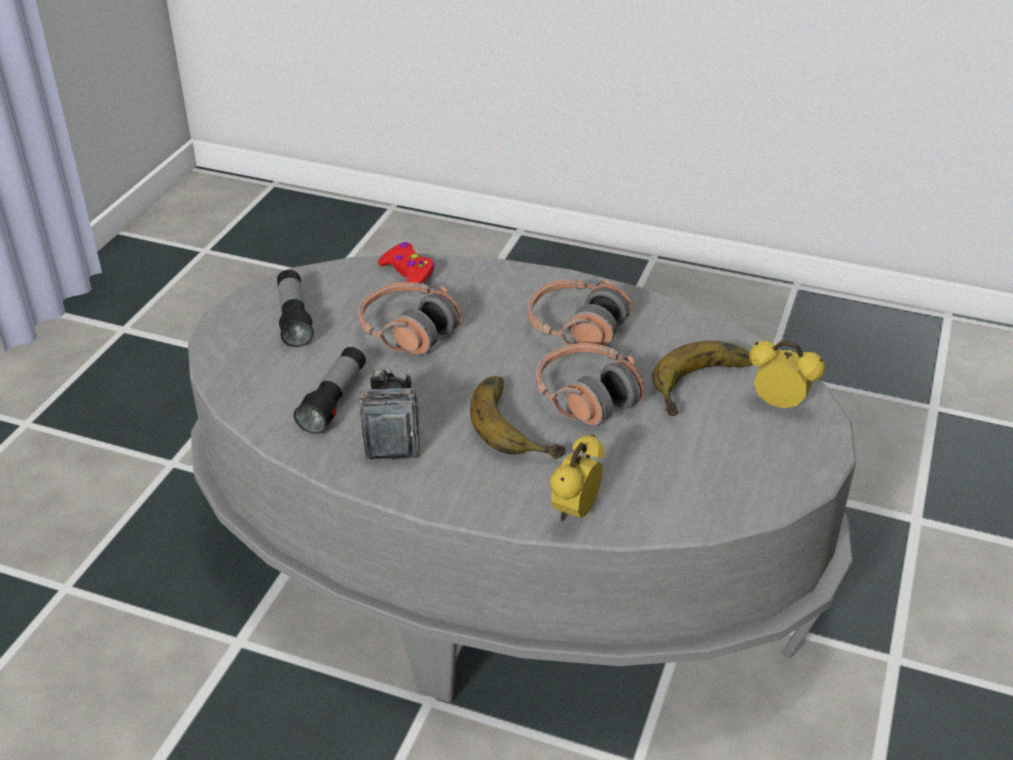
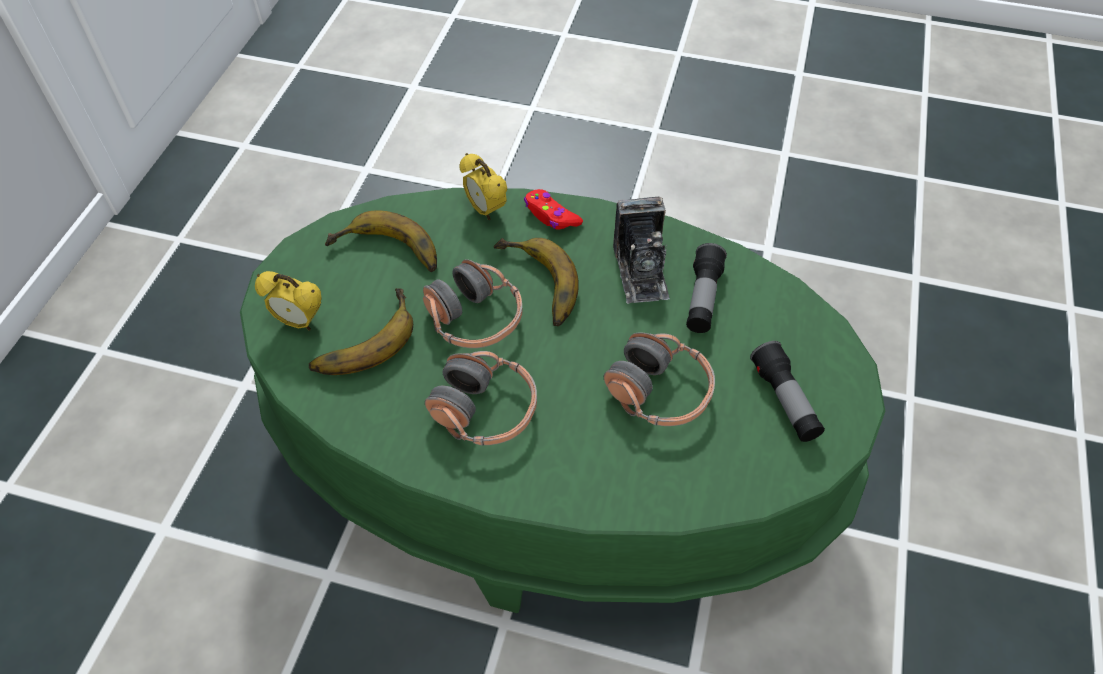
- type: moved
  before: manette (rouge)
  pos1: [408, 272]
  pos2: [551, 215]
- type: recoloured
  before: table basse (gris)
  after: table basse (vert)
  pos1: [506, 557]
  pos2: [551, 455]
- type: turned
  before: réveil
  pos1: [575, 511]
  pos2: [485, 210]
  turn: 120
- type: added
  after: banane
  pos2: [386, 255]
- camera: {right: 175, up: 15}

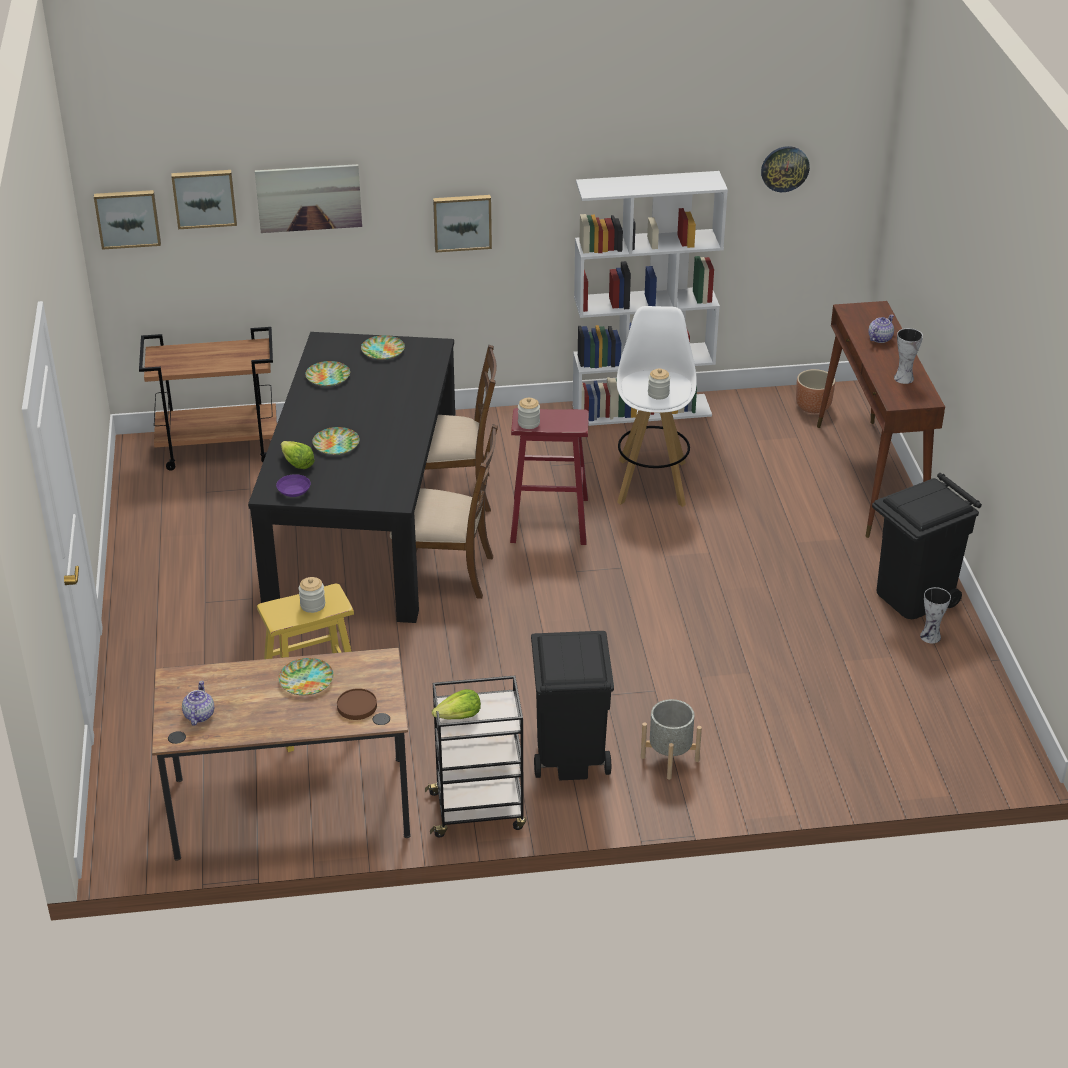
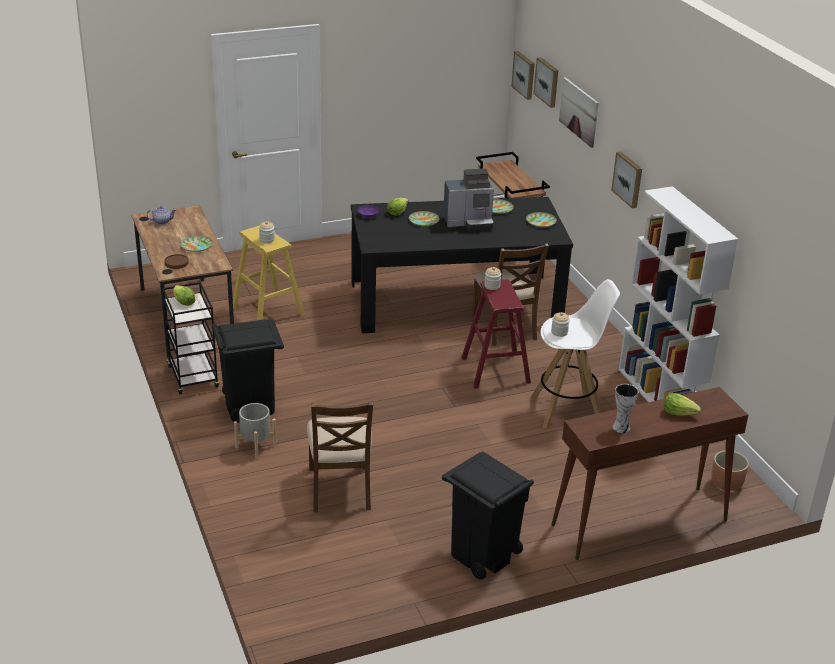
- type: removed
  before: horloge murale
  pos1: [784, 168]
- type: replaced
  before: théière
  after: laitue
  pos1: [879, 338]
  pos2: [679, 413]
- type: moved
  before: chaise (marron)
  pos1: [446, 573]
  pos2: [340, 488]
- type: removed
  before: vase
  pos1: [931, 637]
- type: added
  after: machine à café
  pos2: [469, 222]
- camera: {right: 75, up: -5}

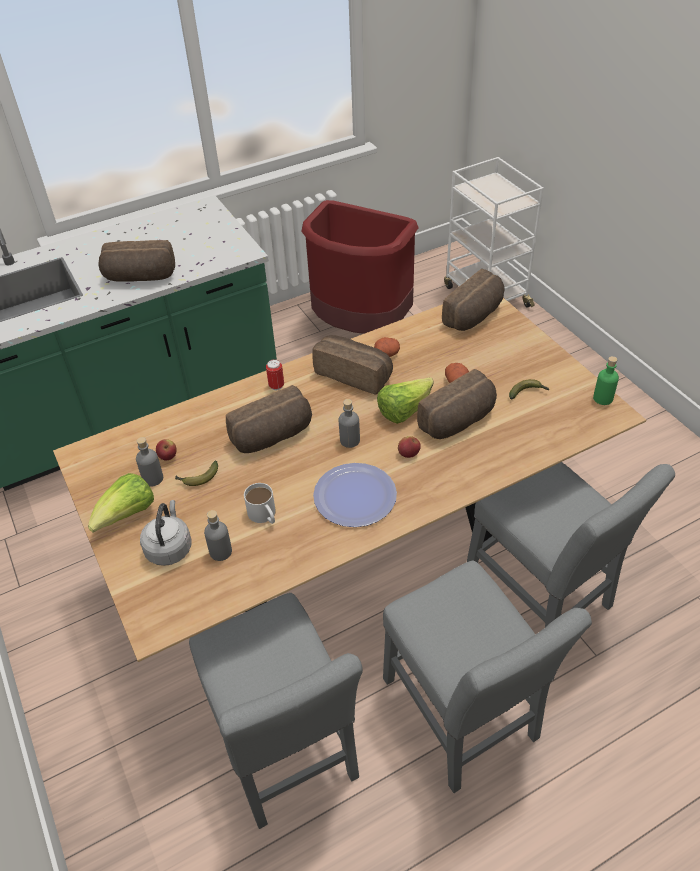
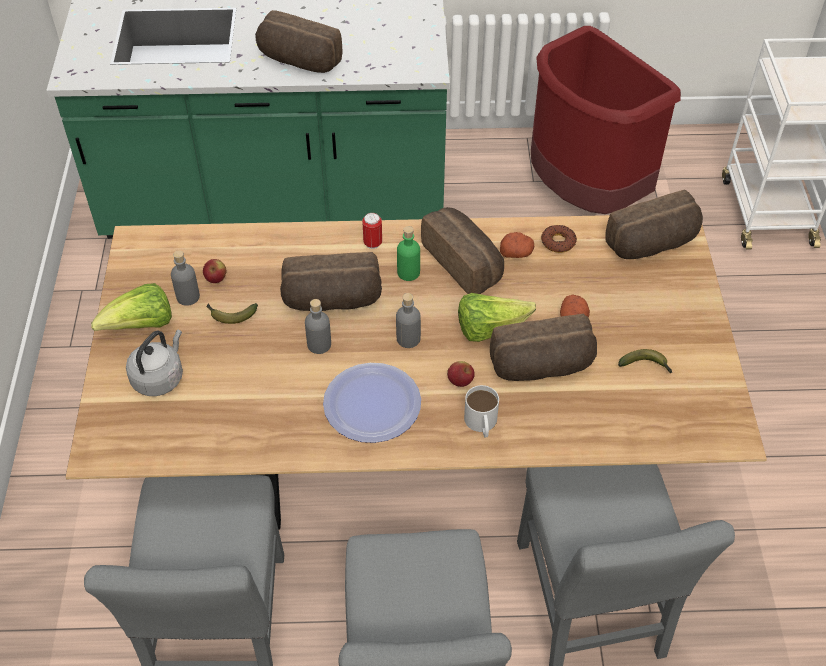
- type: moved
  before: bouteille (vert)
  pos1: [602, 398]
  pos2: [408, 272]
- type: moved
  before: mug (blanc)
  pos1: [264, 515]
  pos2: [481, 424]
- type: moved
  before: bouteille (gris)
  pos1: [221, 551]
  pos2: [319, 344]
- type: added
  after: beignet
  pos2: [558, 242]
- camera: {right: 25, up: 5}

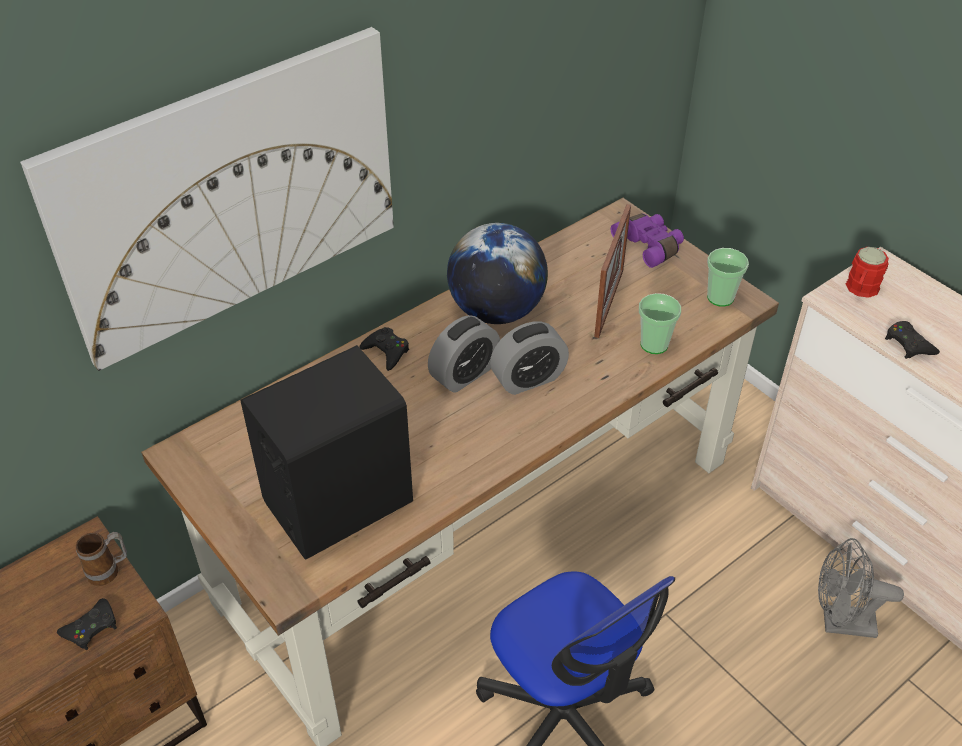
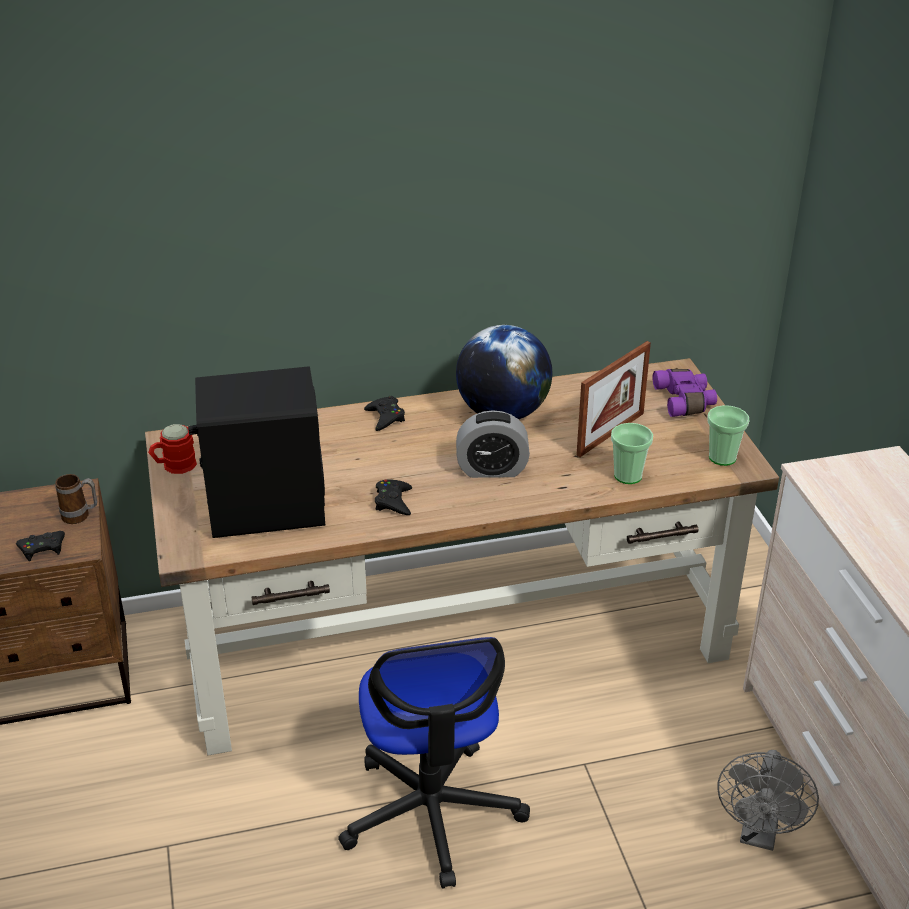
- type: removed
  before: tableau
  pos1: [230, 195]
- type: moved
  before: mug (rouge)
  pos1: [860, 290]
  pos2: [174, 466]
- type: removed
  before: réveil
  pos1: [464, 374]
- type: moved
  before: manette (noir)
  pos1: [909, 344]
  pos2: [393, 501]
- type: turned
  before: ventilateur (gris)
  pos1: [839, 623]
  pos2: [759, 834]
  turn: -105
- camera: {right: 25, up: -10}

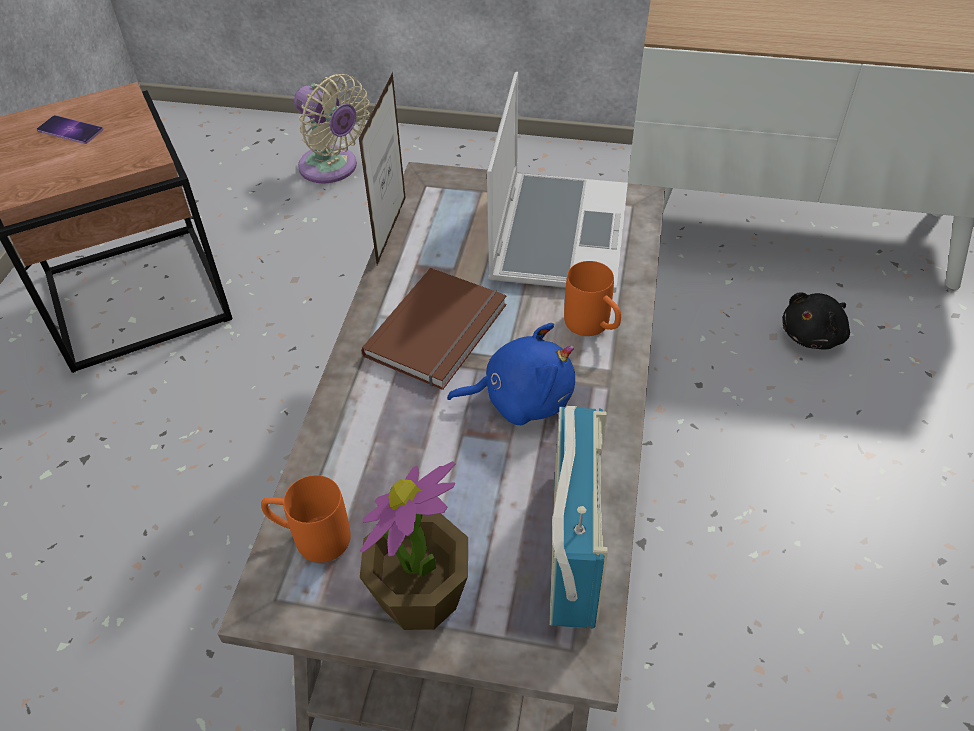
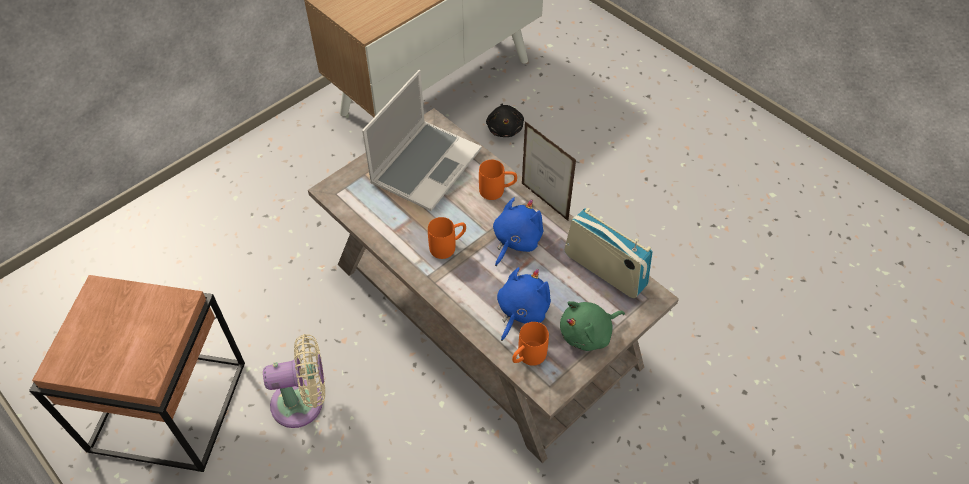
- type: moved
  before: cadre photo
  pos1: [391, 230]
  pos2: [544, 201]
- type: turned
  before: ordinateur portable
  pos1: [557, 233]
  pos2: [425, 165]
  turn: 75
- type: moved
  before: ventilateur (beige)
  pos1: [332, 168]
  pos2: [303, 402]
- type: removed
  before: téléphone
  pos1: [70, 130]
- type: replaced
  before: livre (marron)
  after: mug (orange)
  pos1: [440, 331]
  pos2: [448, 246]
- type: replaced
  before: plante en pot
  after: peluche (vert)
  pos1: [420, 597]
  pos2: [588, 333]
- type: added
  after: peluche (bleu)
  pos2: [521, 311]
- camera: {right: -55, up: 5}

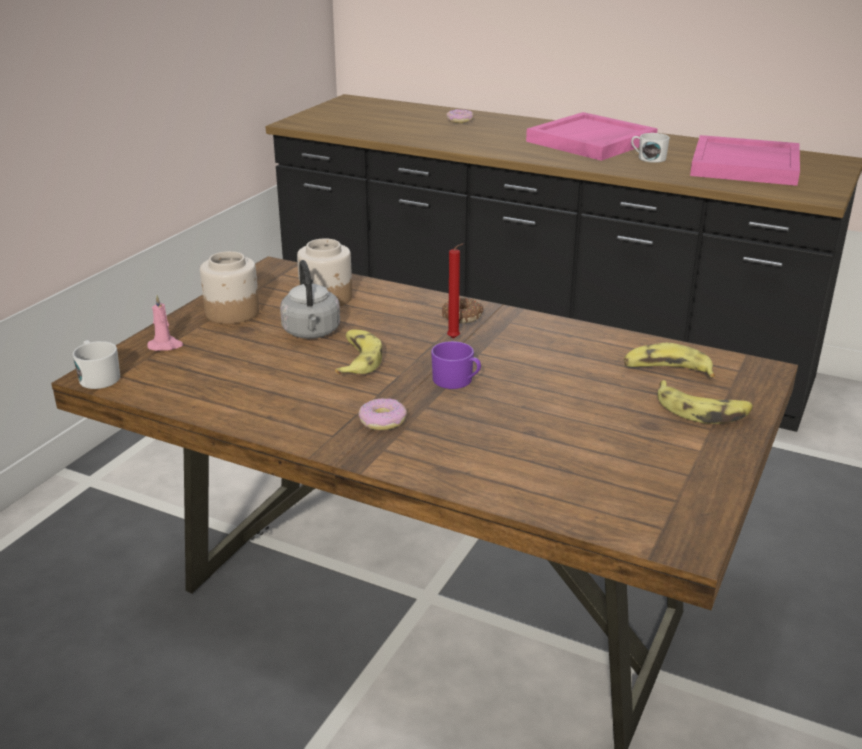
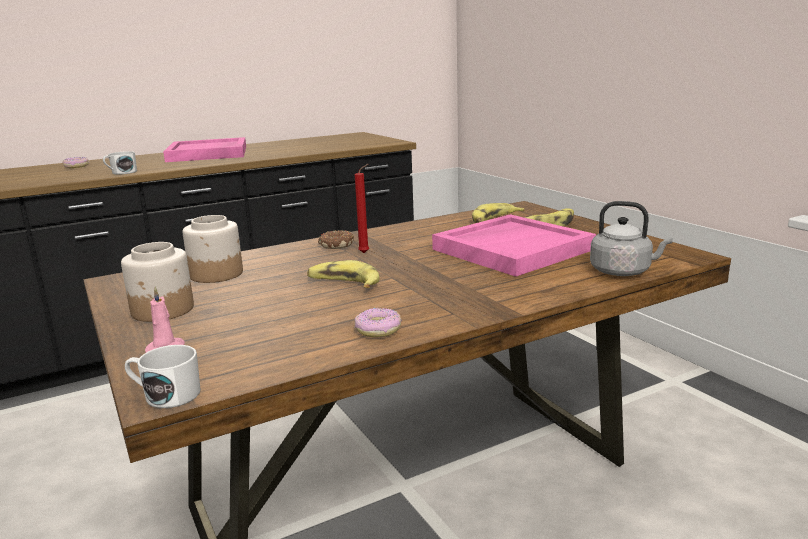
- type: moved
  before: mug (blanc)
  pos1: [648, 158]
  pos2: [121, 172]
- type: moved
  before: plateau (rose)
  pos1: [746, 165]
  pos2: [512, 249]
- type: moved
  before: bouilloire (gris)
  pos1: [312, 333]
  pos2: [623, 272]
- type: removed
  before: mug (violet)
  pos1: [457, 381]
- type: moved
  before: beignet
  pos1: [382, 420]
  pos2: [378, 330]
- camera: {right: -55, up: -10}

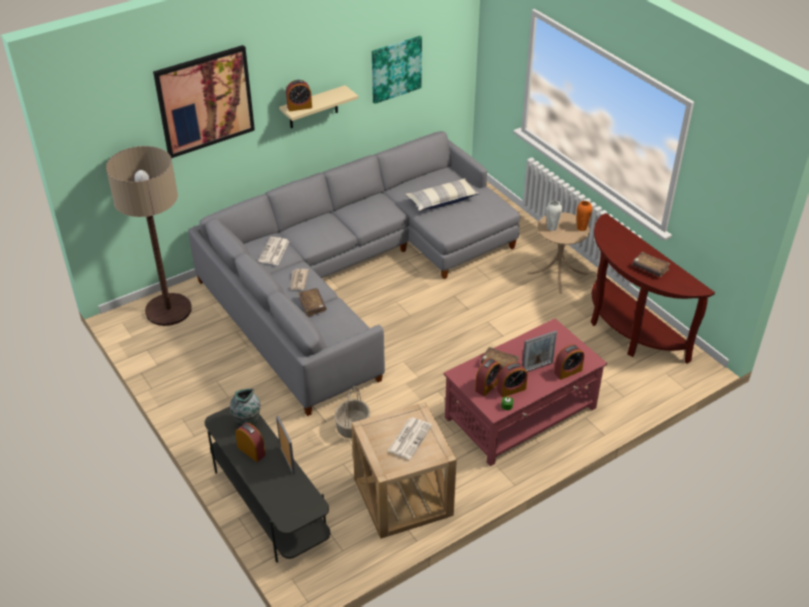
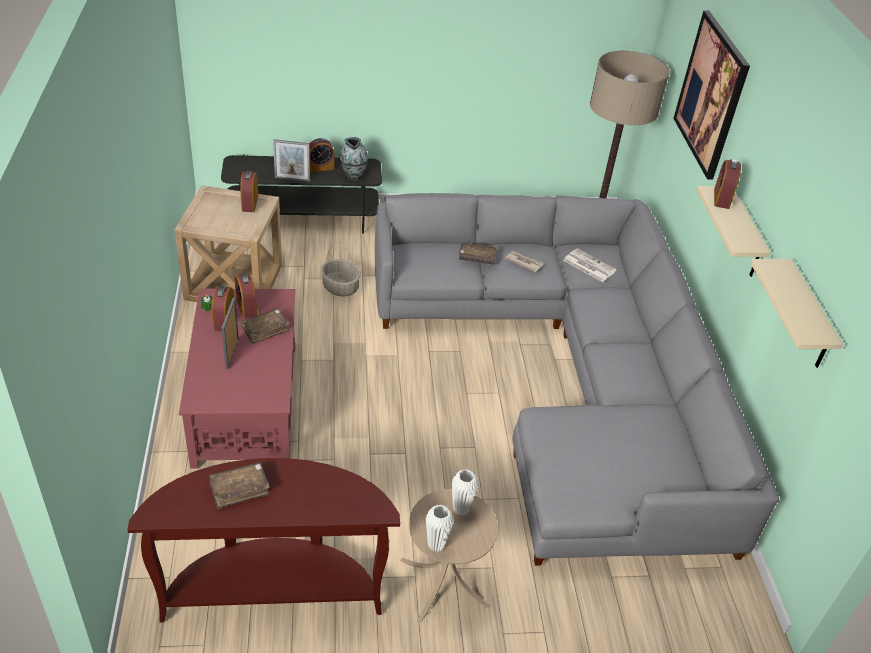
- type: replaced
  before: tableau
  after: étagère (beige)
  pos1: [395, 69]
  pos2: [807, 317]
- type: removed
  before: coussin
  pos1: [442, 200]
- type: recoloured
  before: vase (orange)
  after: vase (blanc)
  pos1: [581, 228]
  pos2: [436, 545]
- type: moved
  before: réveil
  pos1: [568, 371]
  pos2: [250, 203]
- type: removed
  before: journal
  pos1: [410, 438]
- camera: {right: 115, up: 0}

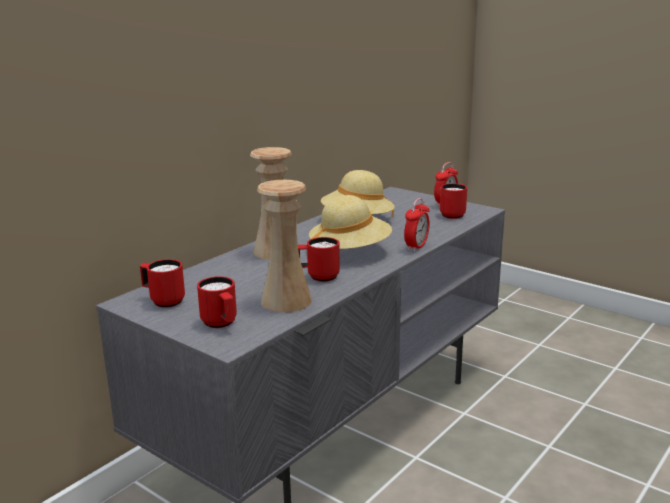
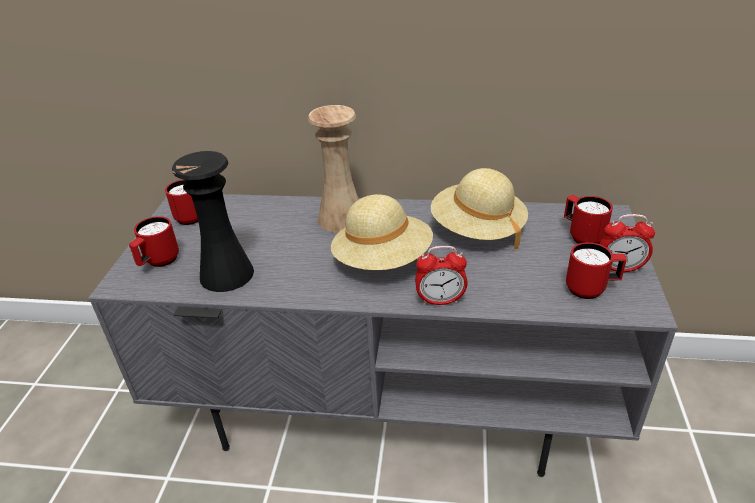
- type: recoloured
  before: vase (beige)
  after: vase (noir)
  pos1: [286, 301]
  pos2: [226, 274]
- type: moved
  before: mug (rouge)
  pos1: [318, 277]
  pos2: [581, 236]
- camera: {right: 60, up: 15}

